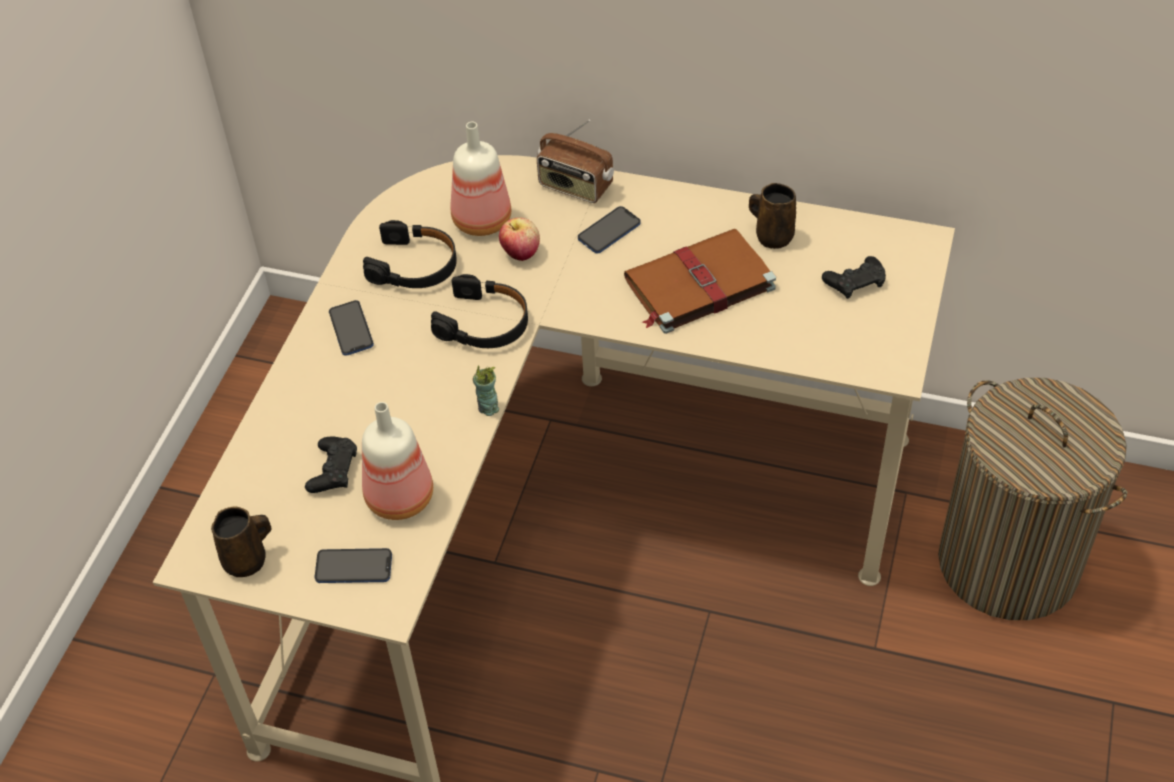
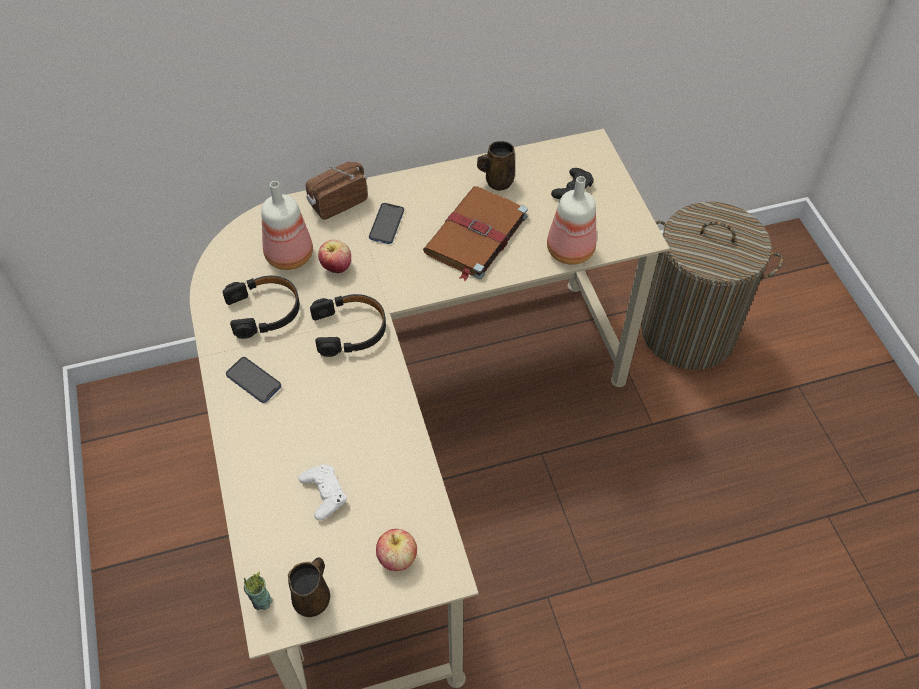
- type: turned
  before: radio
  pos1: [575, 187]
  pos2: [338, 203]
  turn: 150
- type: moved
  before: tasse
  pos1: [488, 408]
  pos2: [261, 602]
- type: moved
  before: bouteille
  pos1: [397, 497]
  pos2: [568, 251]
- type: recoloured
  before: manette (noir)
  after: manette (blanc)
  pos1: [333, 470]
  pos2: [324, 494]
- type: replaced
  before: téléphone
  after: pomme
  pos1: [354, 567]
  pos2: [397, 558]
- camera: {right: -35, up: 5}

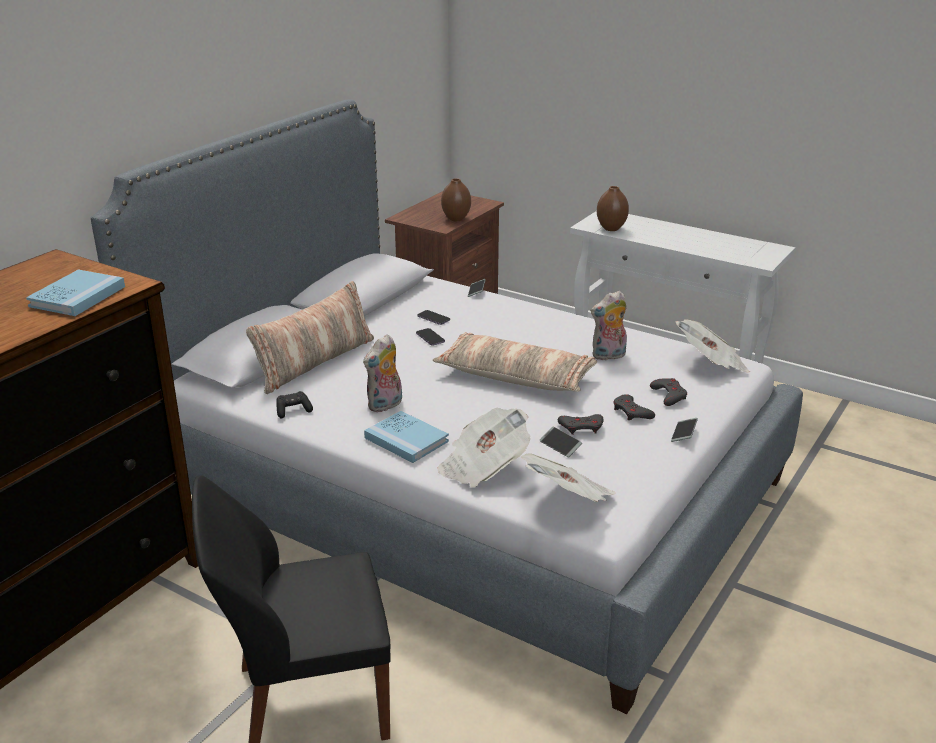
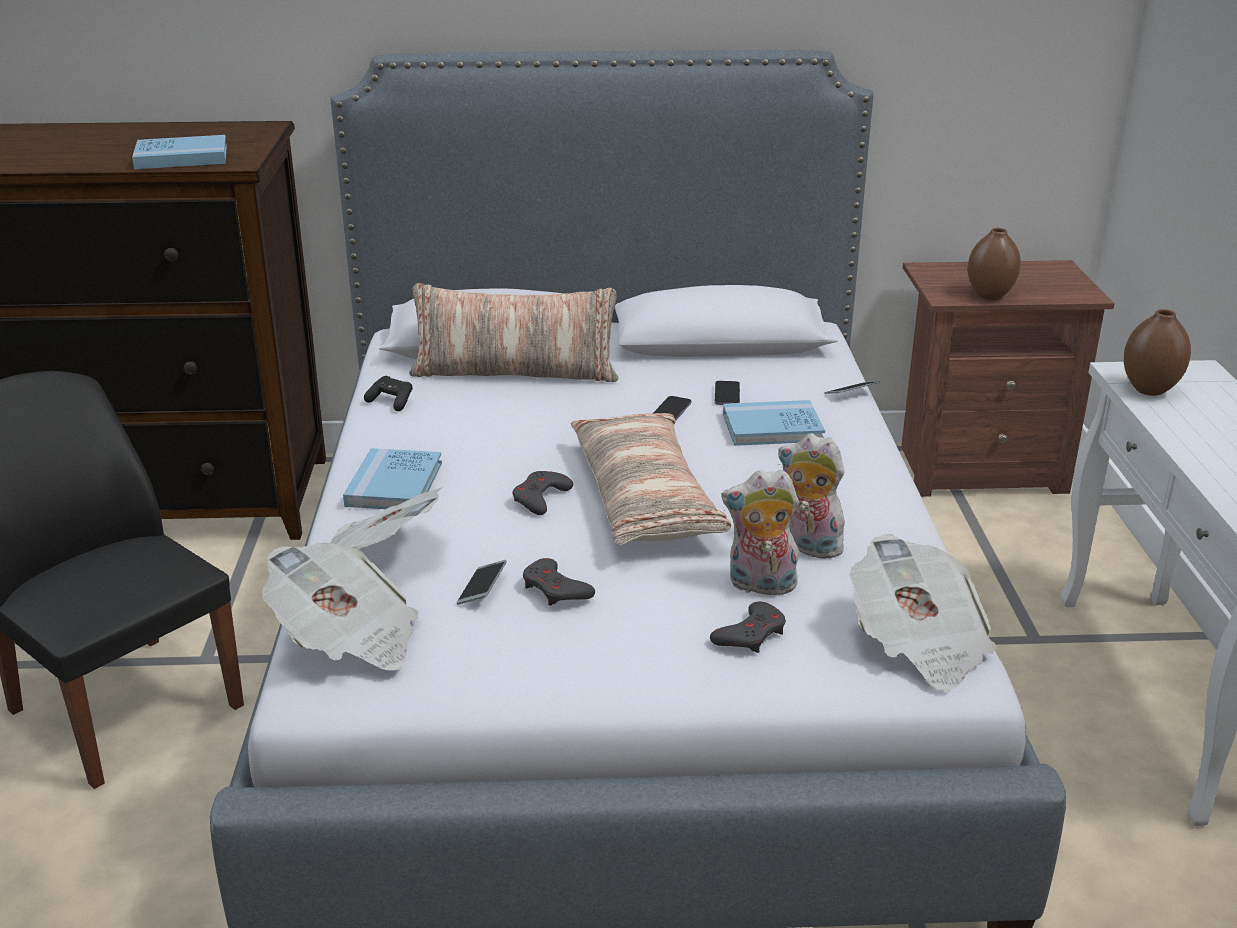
- type: moved
  before: peluche
  pos1: [385, 405]
  pos2: [760, 586]
- type: moved
  before: manette (gris)
  pos1: [632, 412]
  pos2: [540, 498]
- type: removed
  before: téléphone
  pos1: [683, 433]
- type: added
  after: livre (bleu)
  pos2: [772, 427]
- camera: {right: 55, up: 0}

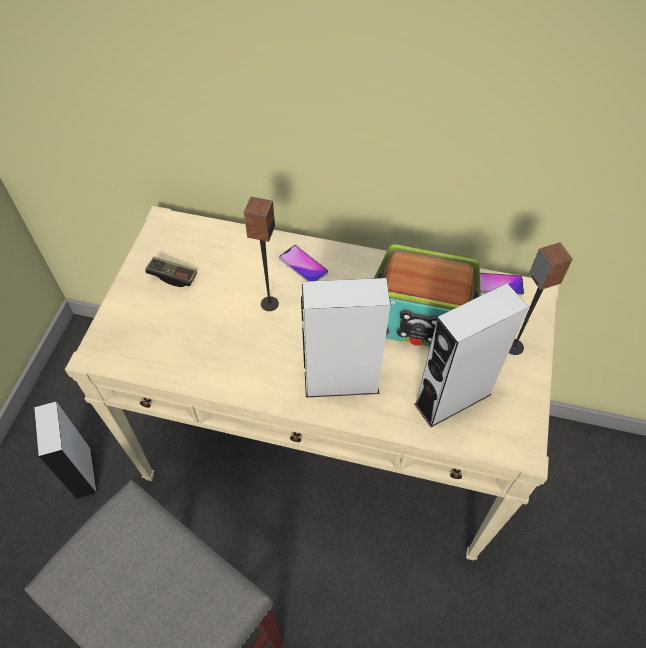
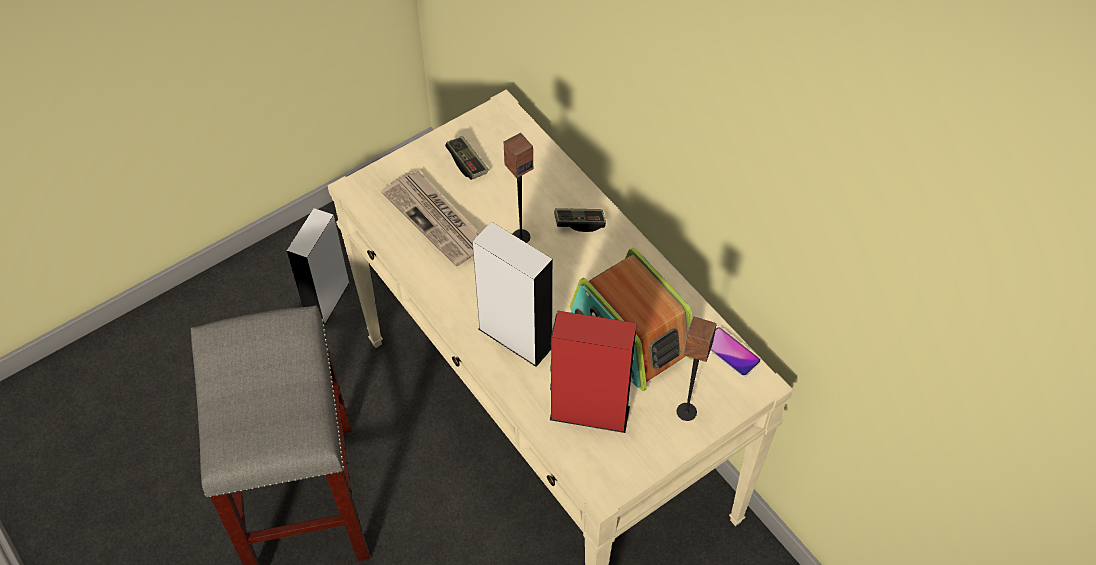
- type: replaced
  before: téléphone
  after: manette
  pos1: [303, 265]
  pos2: [579, 223]
- type: recoloured
  before: enceinte (gris)
  after: enceinte (rouge)
  pos1: [452, 399]
  pos2: [589, 413]
- type: added
  after: journal
  pos2: [437, 219]
- camera: {right: 40, up: 0}

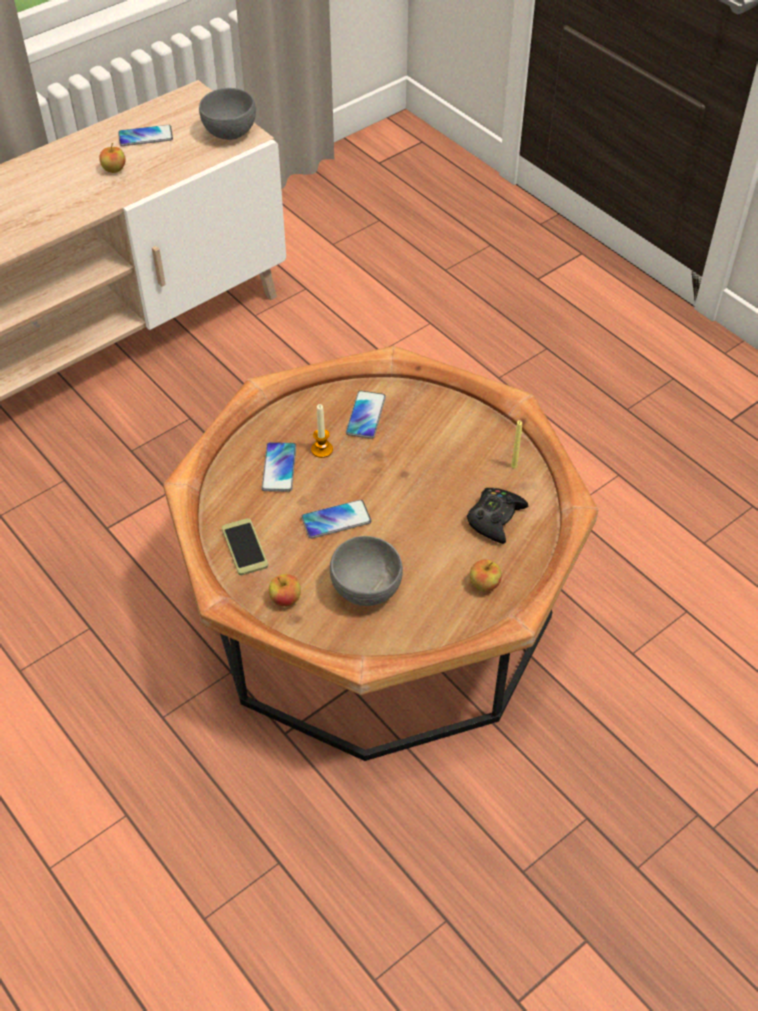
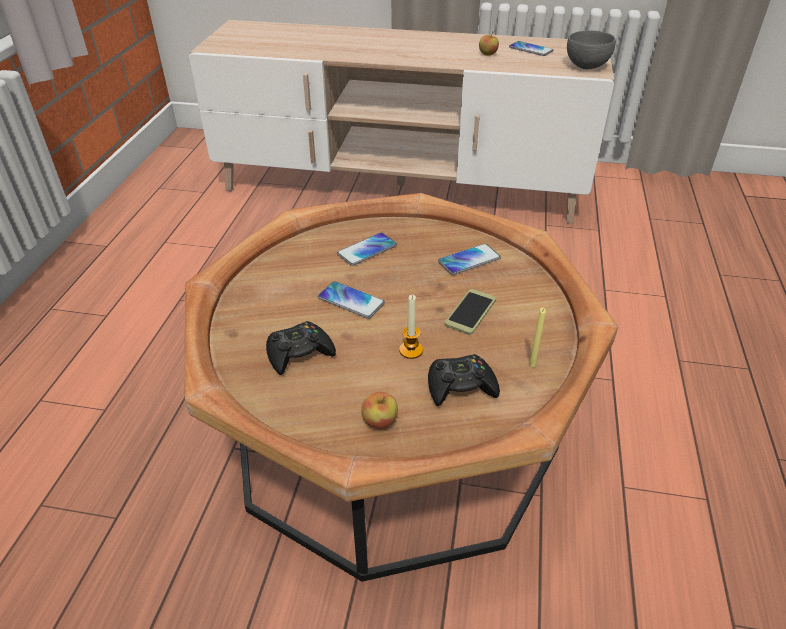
- type: moved
  before: bougie
  pos1: [322, 449]
  pos2: [411, 350]
- type: moved
  before: téléphone
  pos1: [245, 547]
  pos2: [470, 312]
- type: replaced
  before: bol (gris)
  after: manette (noir)
  pos1: [365, 589]
  pos2: [299, 353]
- type: removed
  before: pomme
  pos1: [285, 599]
- camera: {right: 50, up: -10}

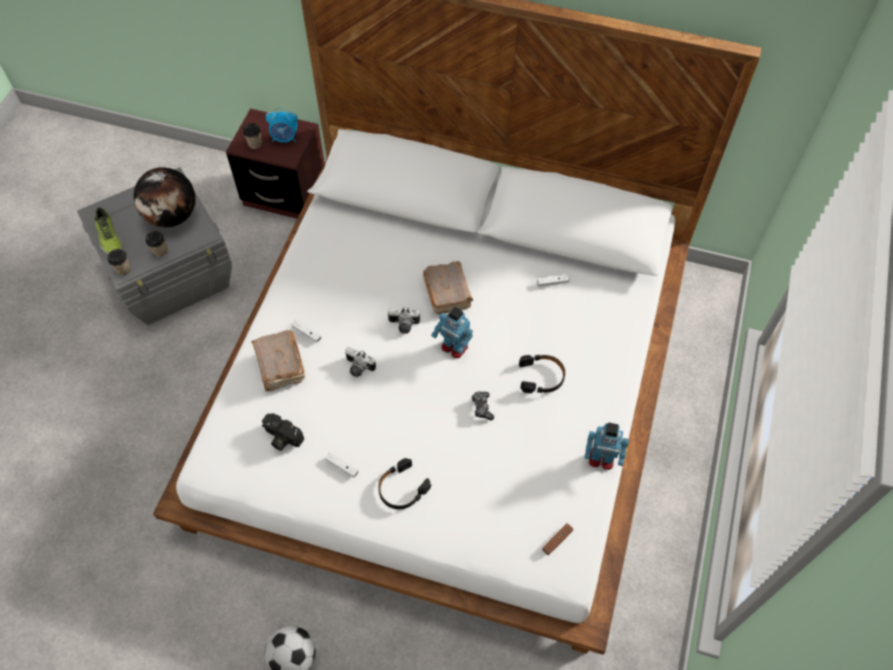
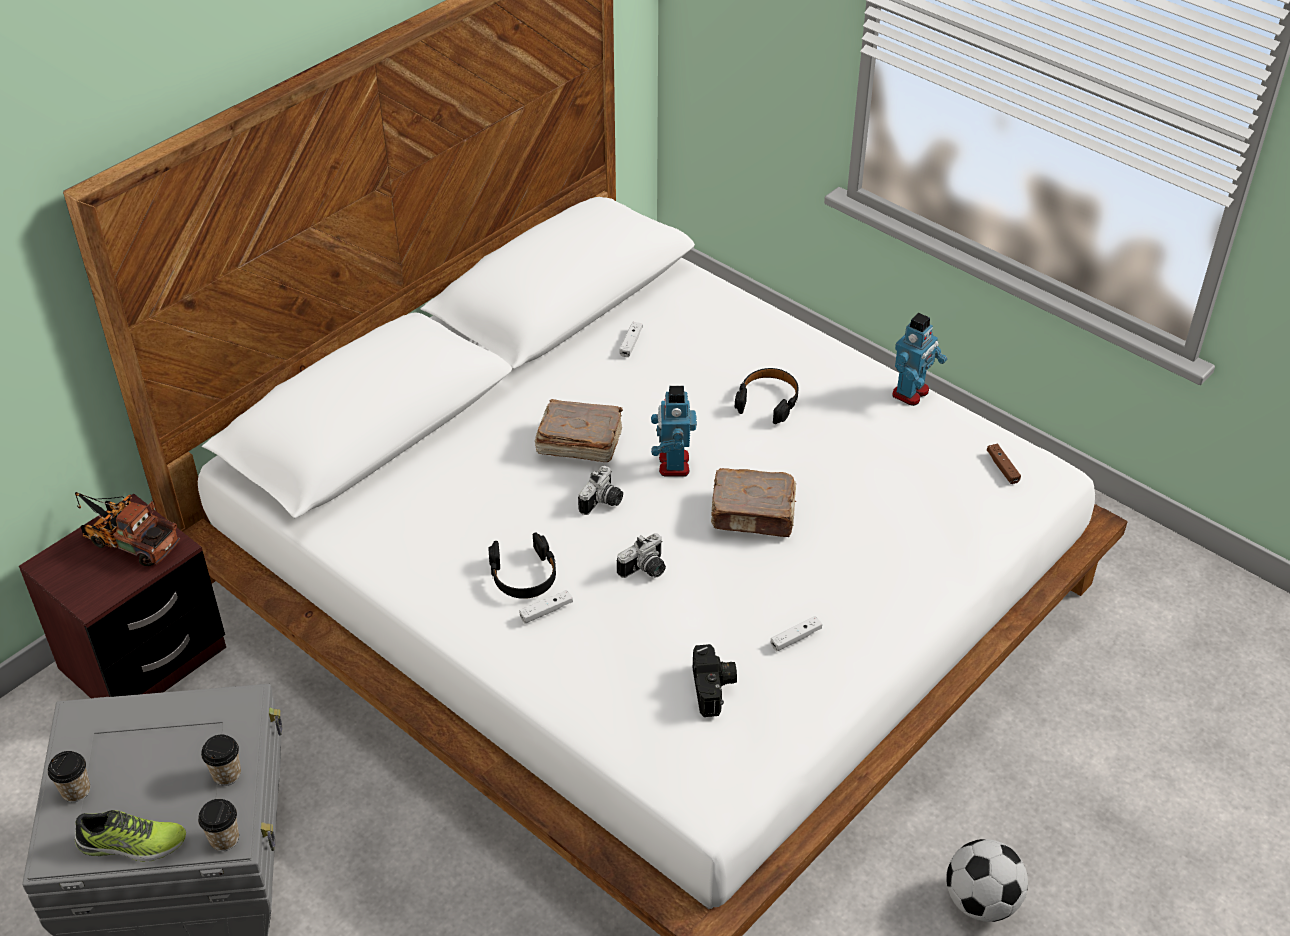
- type: replaced
  before: réveil
  after: camion jouet
  pos1: [285, 138]
  pos2: [127, 540]
- type: moved
  before: tasse
  pos1: [255, 144]
  pos2: [76, 791]
- type: removed
  before: globe
  pos1: [172, 216]
- type: turned
  before: robot jouet
  pos1: [454, 347]
  pos2: [673, 464]
  turn: 120
- type: moved
  before: livre (marron)
  pos1: [280, 366]
  pos2: [754, 515]
- type: removed
  before: manette
  pos1: [482, 407]
- type: turned
  before: appareil photo
  pos1: [281, 438]
  pos2: [714, 689]
  turn: -60
- type: moved
  before: casque audio (noir)
  pos1: [402, 488]
  pos2: [523, 575]
- camera: {right: -65, up: -15}

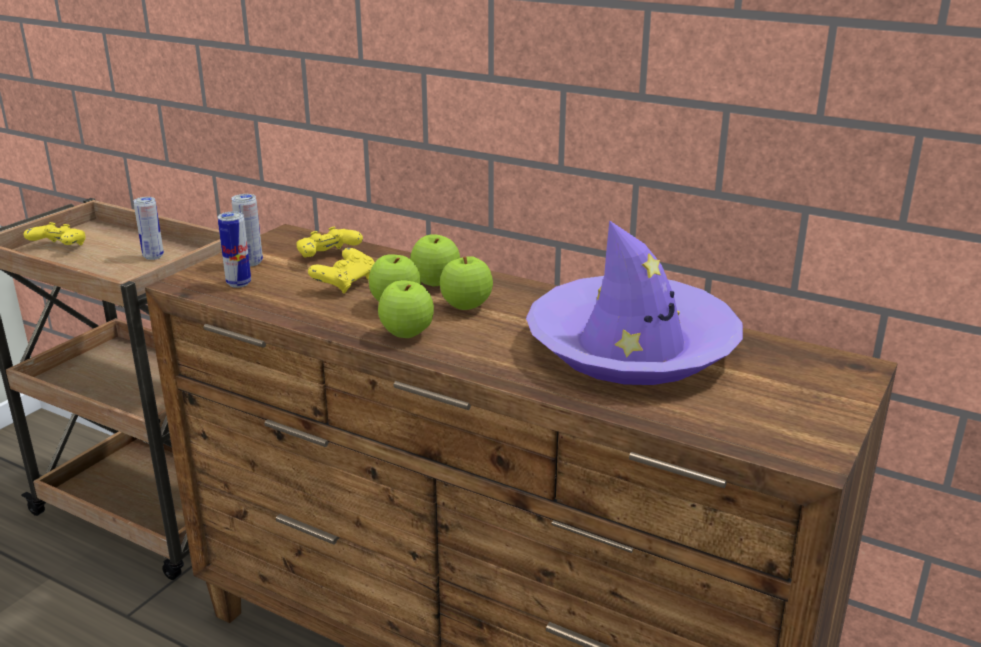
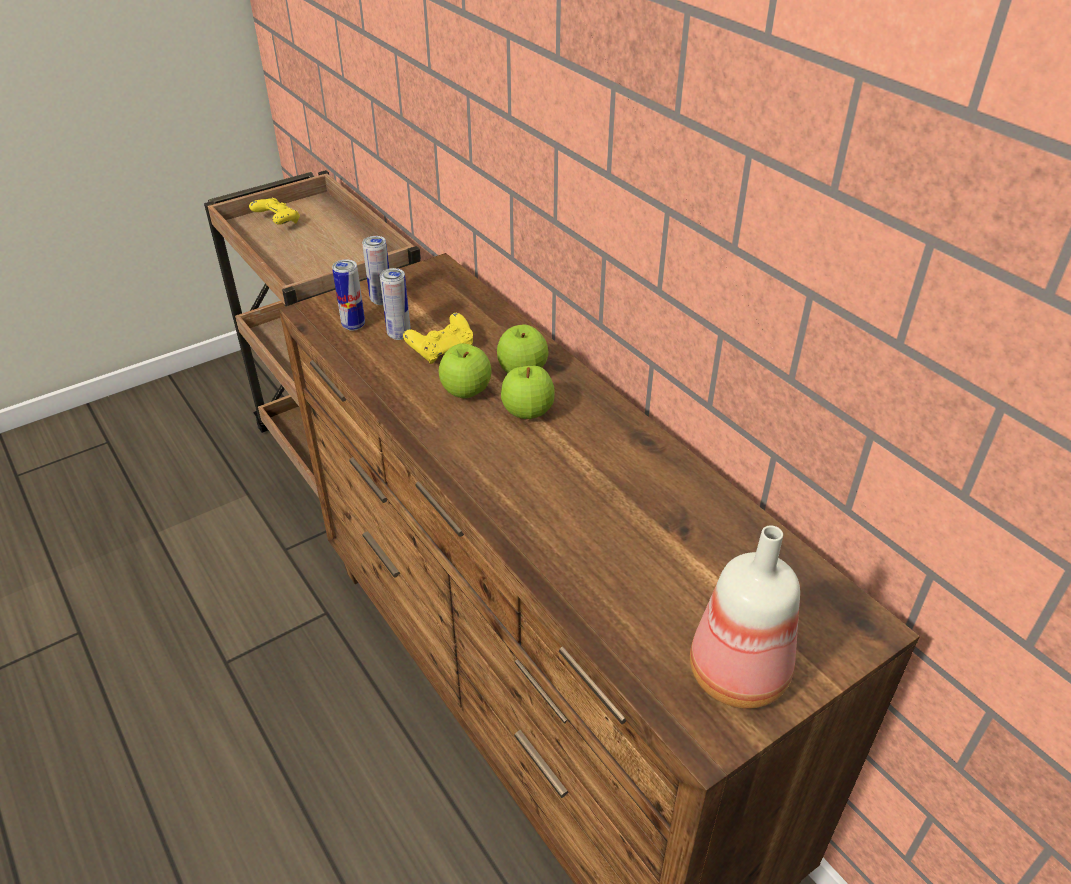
- type: moved
  before: boîte métallique
  pos1: [153, 256]
  pos2: [399, 334]
- type: removed
  before: chapeau (violet)
  pos1: [631, 347]
- type: removed
  before: manette (jaune)
  pos1: [328, 257]
- type: removed
  before: pomme
  pos1: [407, 334]
- type: added
  after: bouteille
  pos2: [735, 672]
- camera: {right: 25, up: 15}

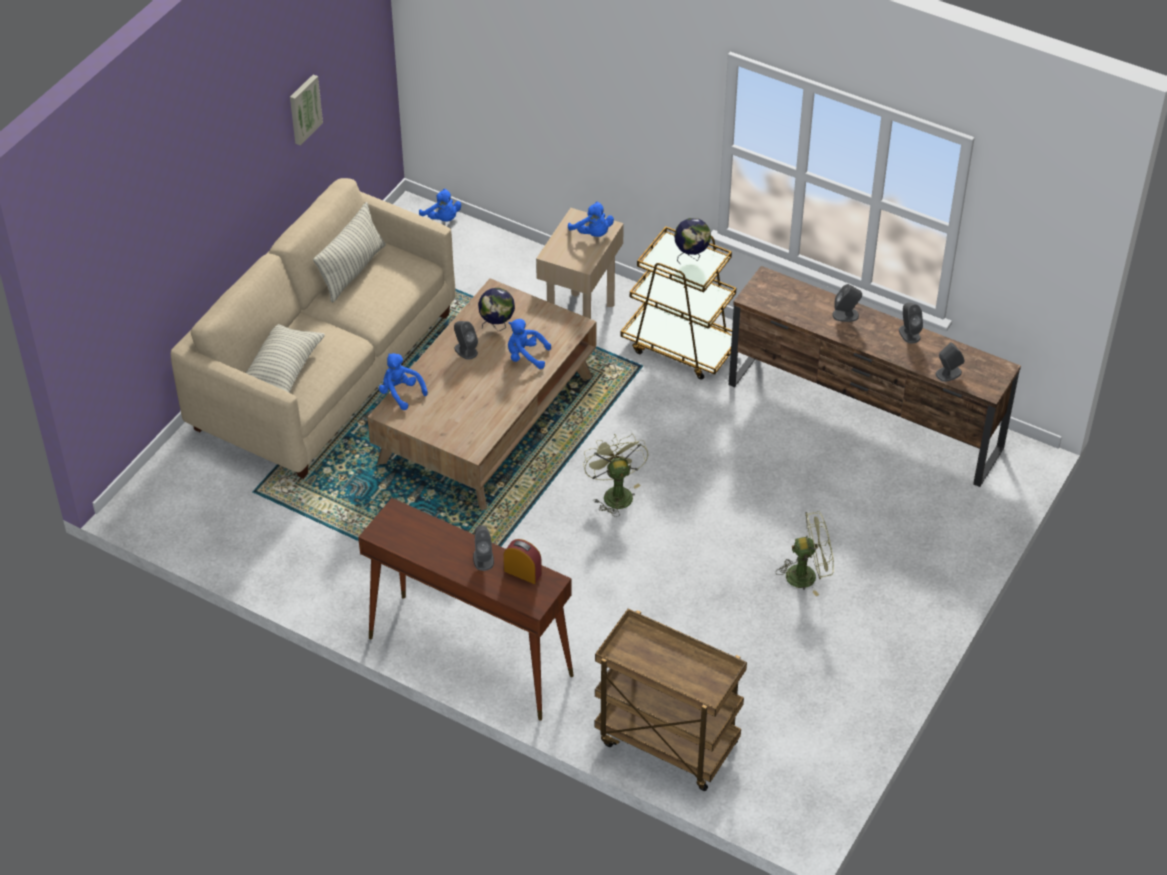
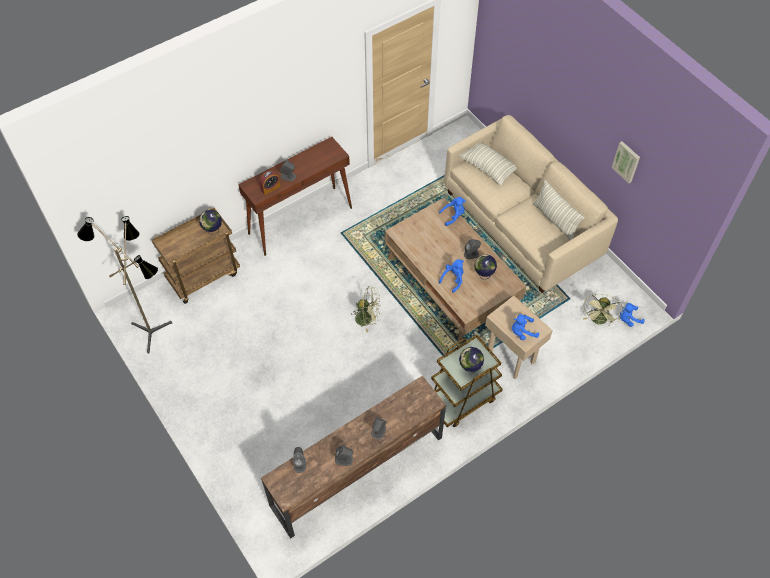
- type: moved
  before: ventilateur (vert)
  pos1: [807, 575]
  pos2: [598, 321]
- type: added
  after: globe
  pos2: [213, 231]
- type: added
  after: lampadaire
  pos2: [153, 329]
- camera: {right: 115, up: 10}

